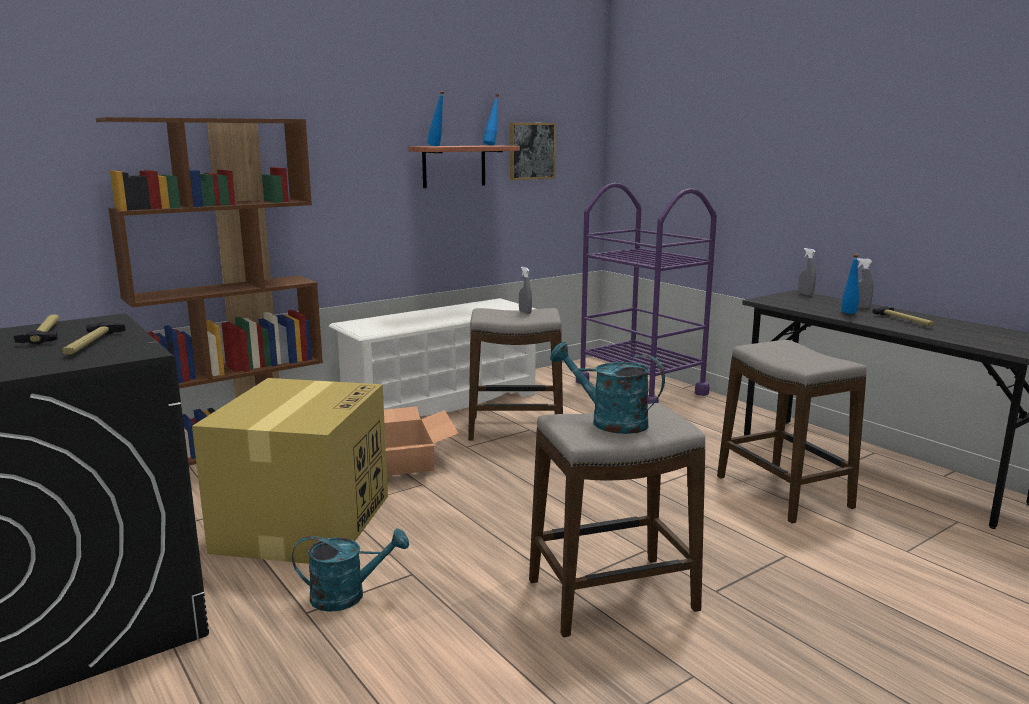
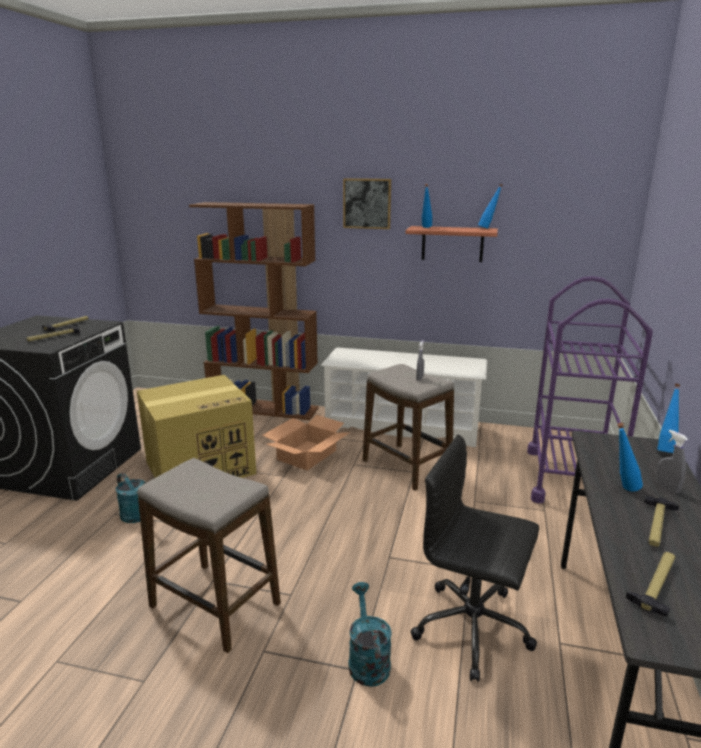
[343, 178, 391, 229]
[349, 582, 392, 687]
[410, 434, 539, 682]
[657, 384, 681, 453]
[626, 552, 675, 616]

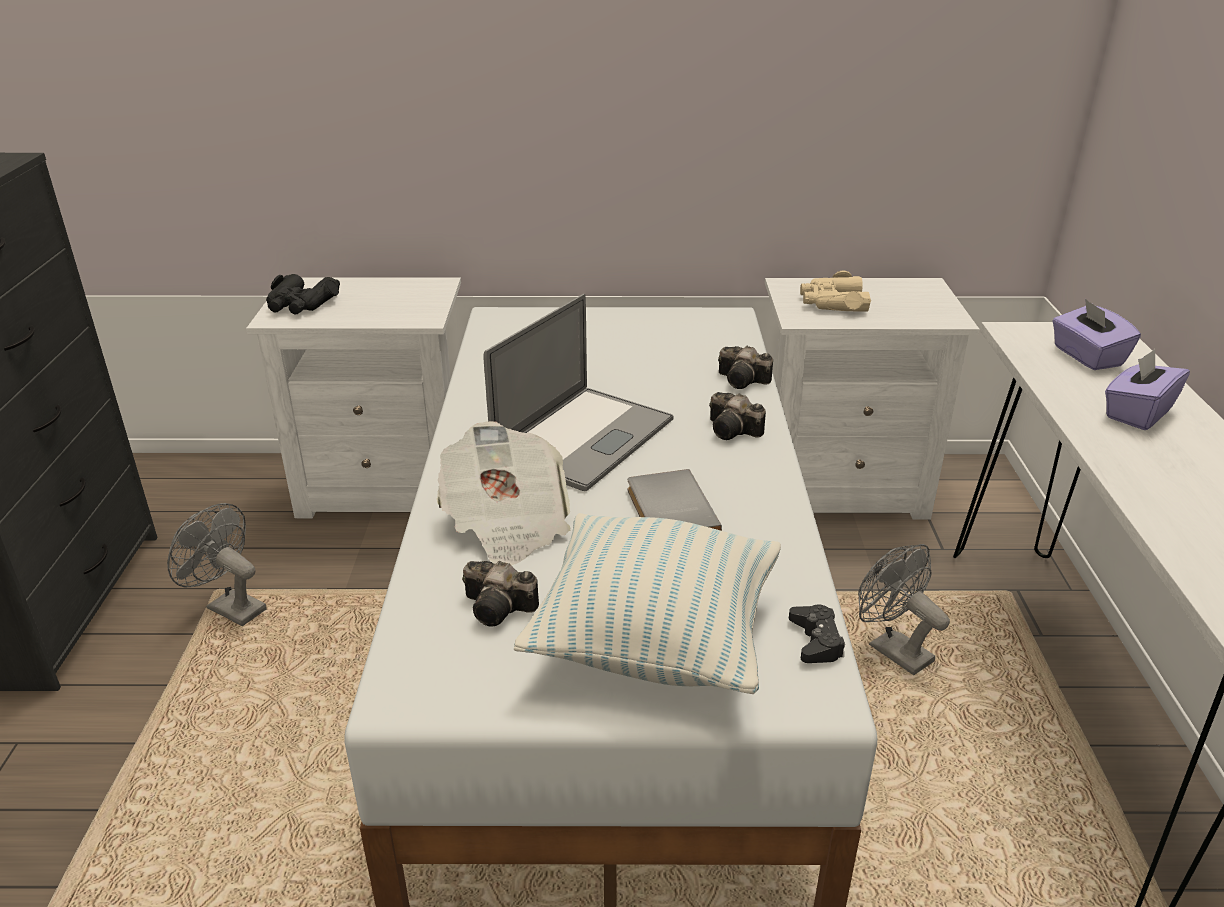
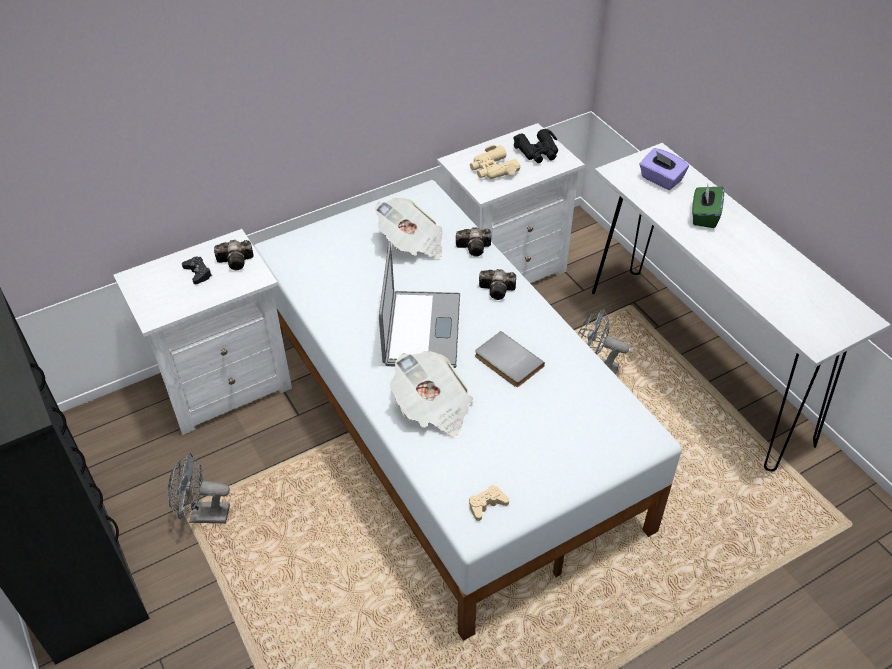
[513, 129, 558, 163]
[214, 240, 254, 270]
[514, 513, 781, 694] (first image)
[182, 257, 212, 284]
[692, 184, 724, 228]
[375, 198, 442, 258]
[469, 485, 509, 521]

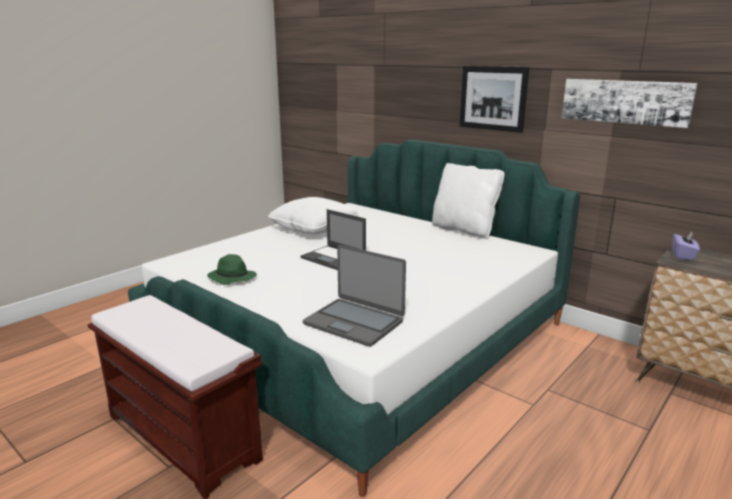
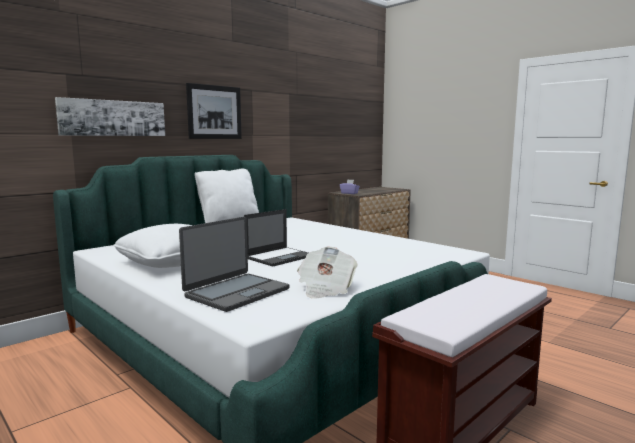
[297, 247, 358, 298]
[179, 217, 289, 312]
[55, 97, 165, 136]

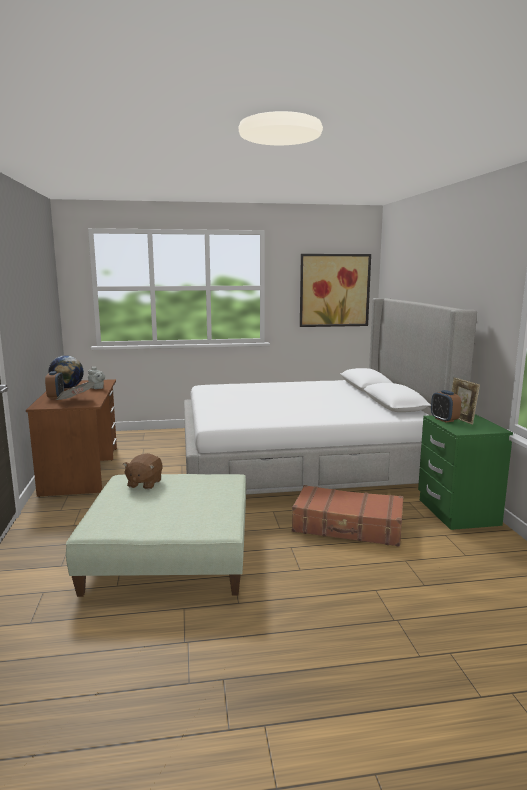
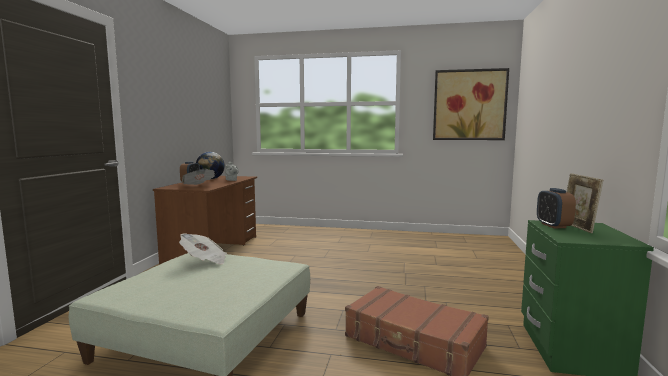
[179, 233, 227, 264]
[184, 298, 477, 495] (first image)

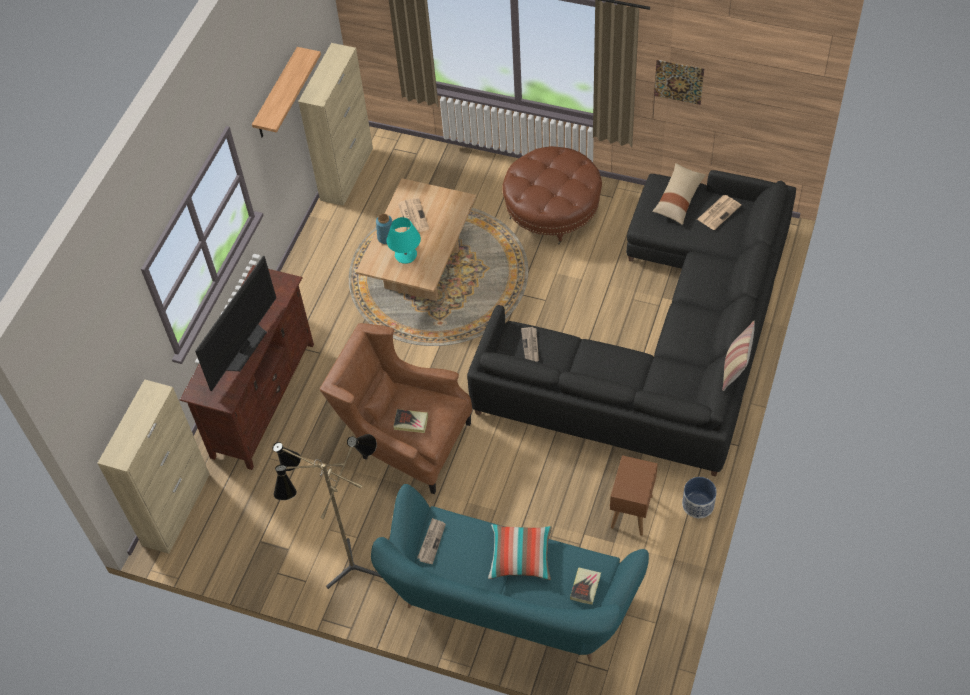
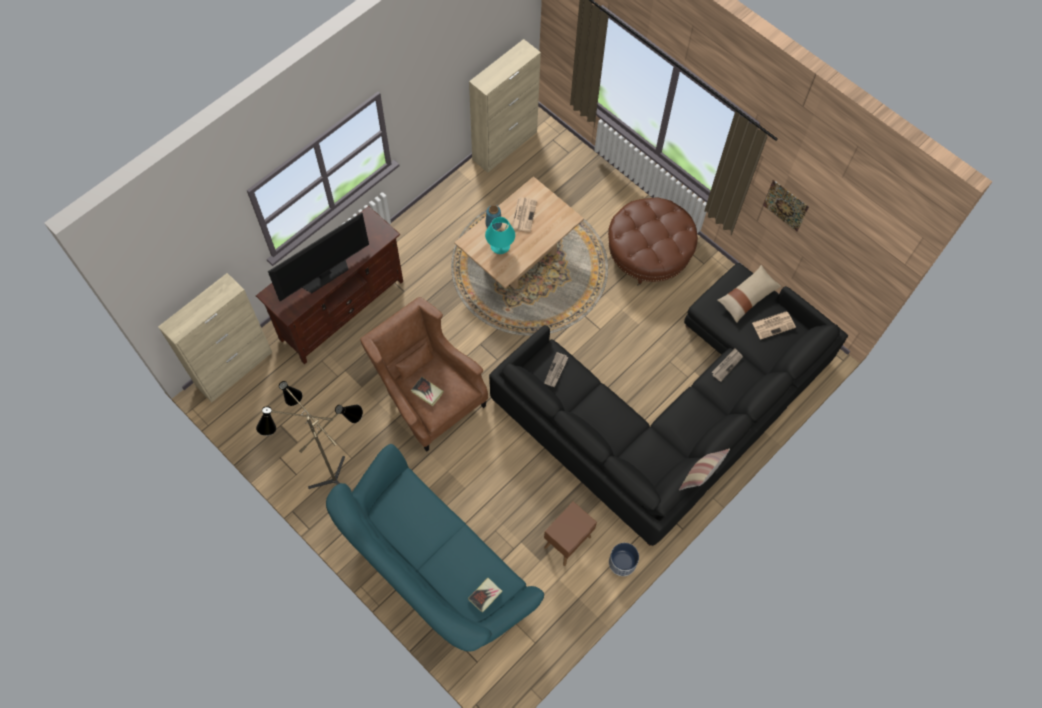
[252, 47, 321, 137] (first image)
[712, 348, 743, 382]
[488, 524, 552, 580] (first image)

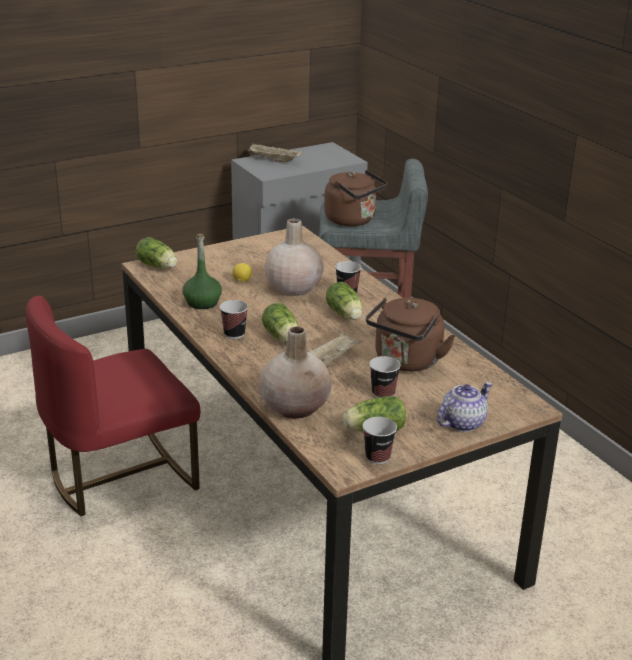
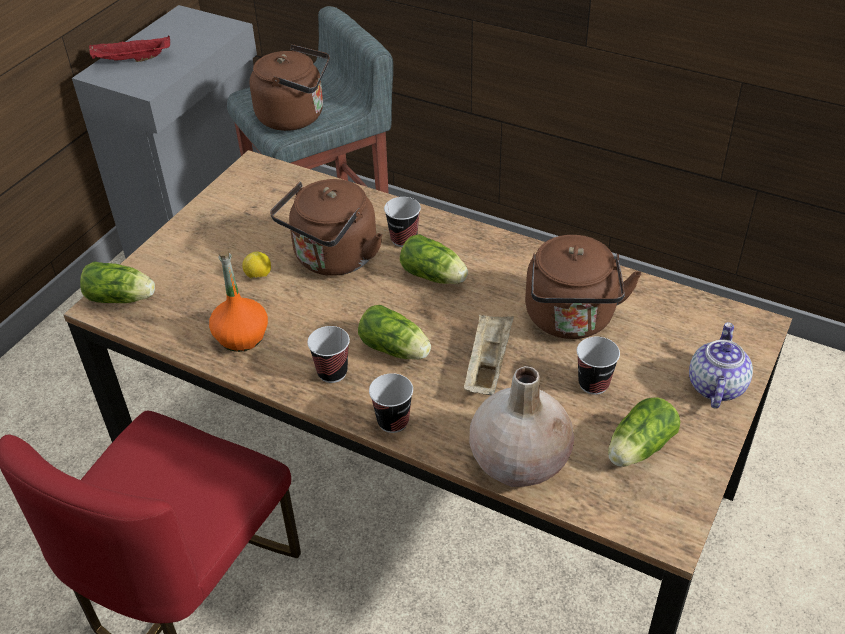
[209, 250, 268, 352]
[89, 36, 170, 62]
[270, 179, 382, 276]
[369, 373, 413, 433]

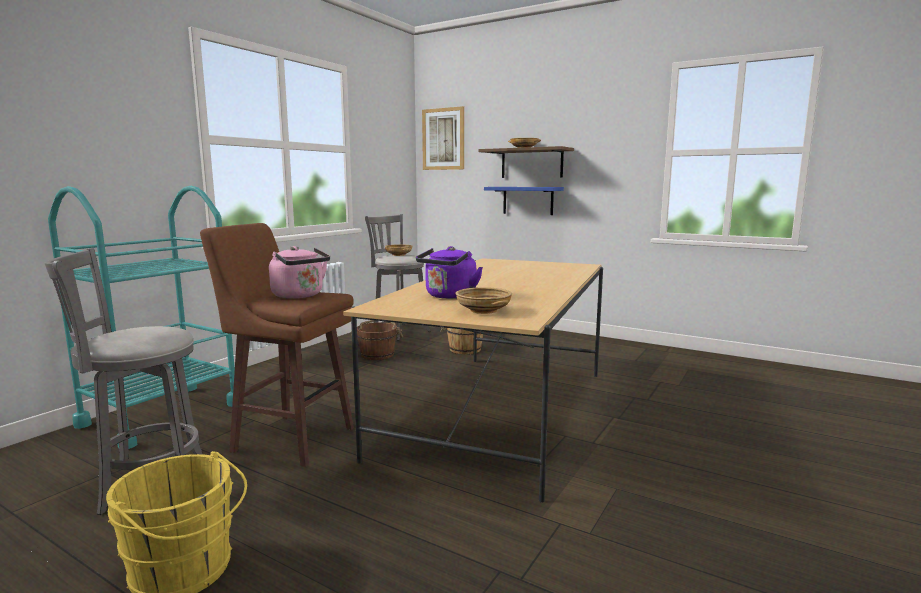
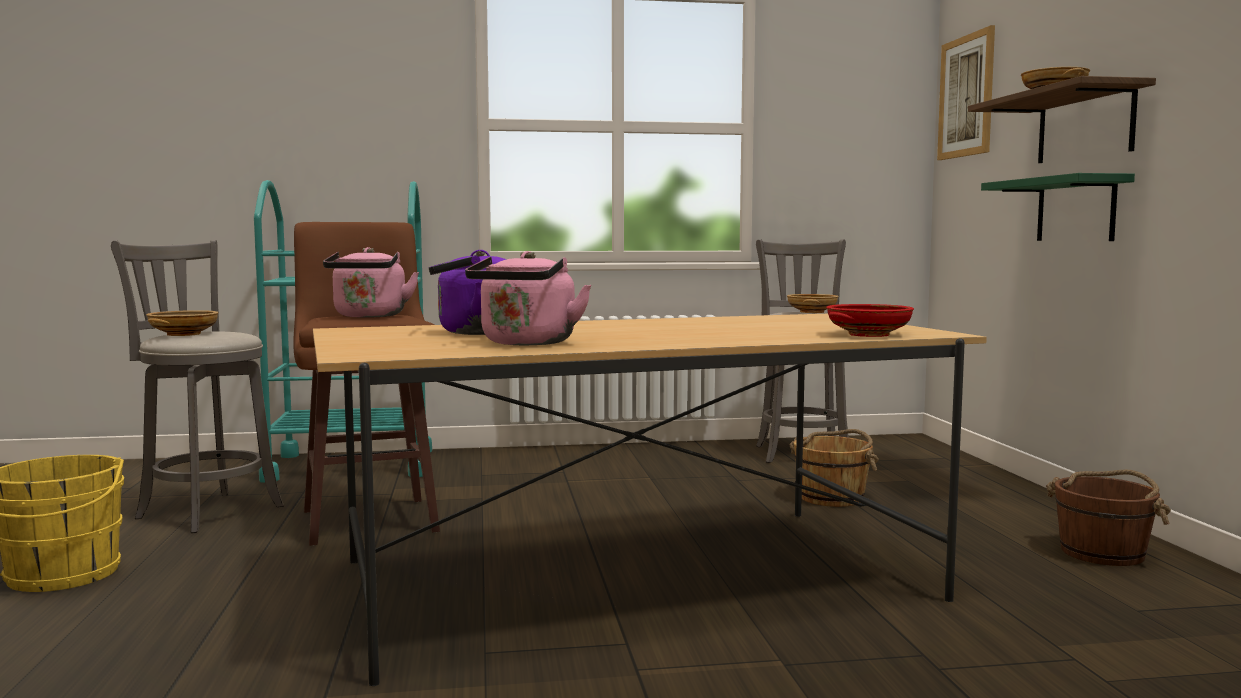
[1046, 469, 1171, 566]
[146, 310, 219, 336]
[981, 173, 1135, 241]
[465, 251, 592, 345]
[826, 304, 914, 337]

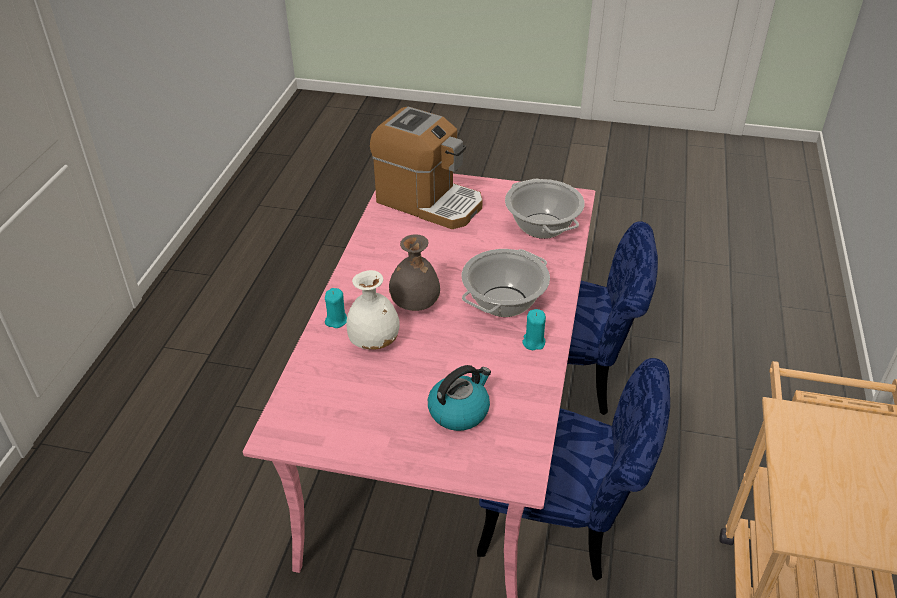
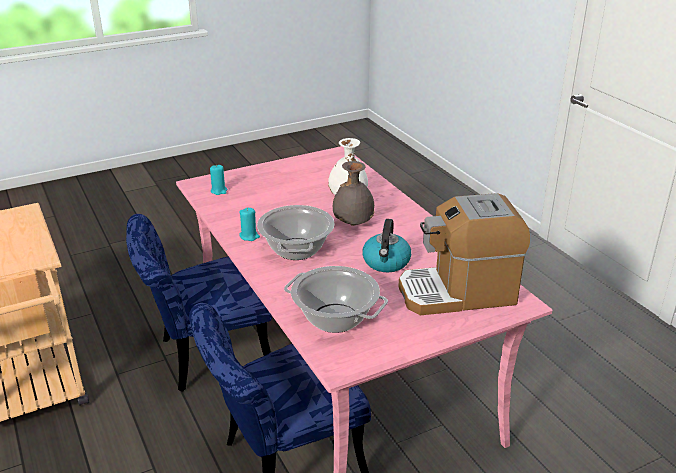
[210, 164, 227, 195]
[362, 219, 411, 272]

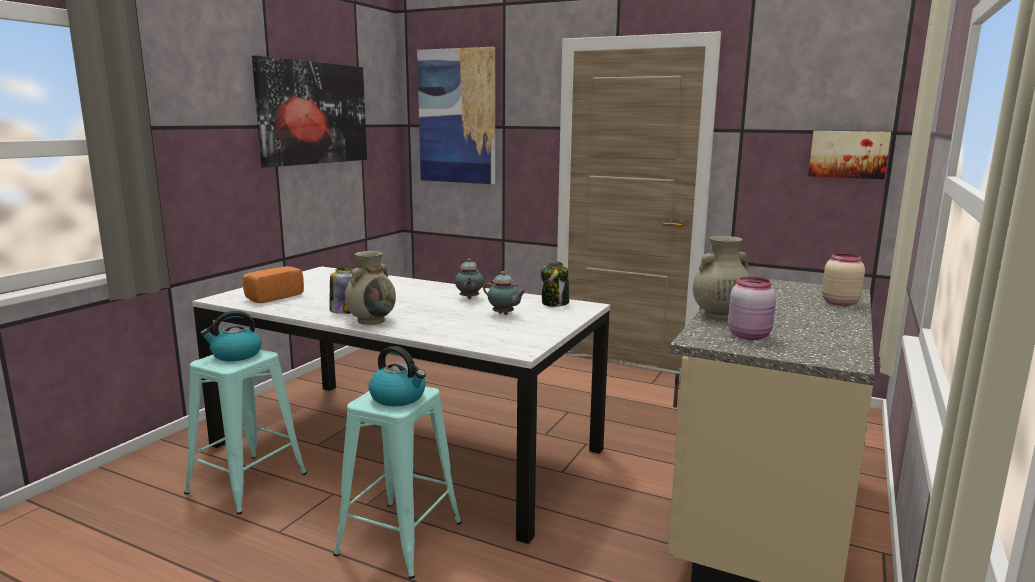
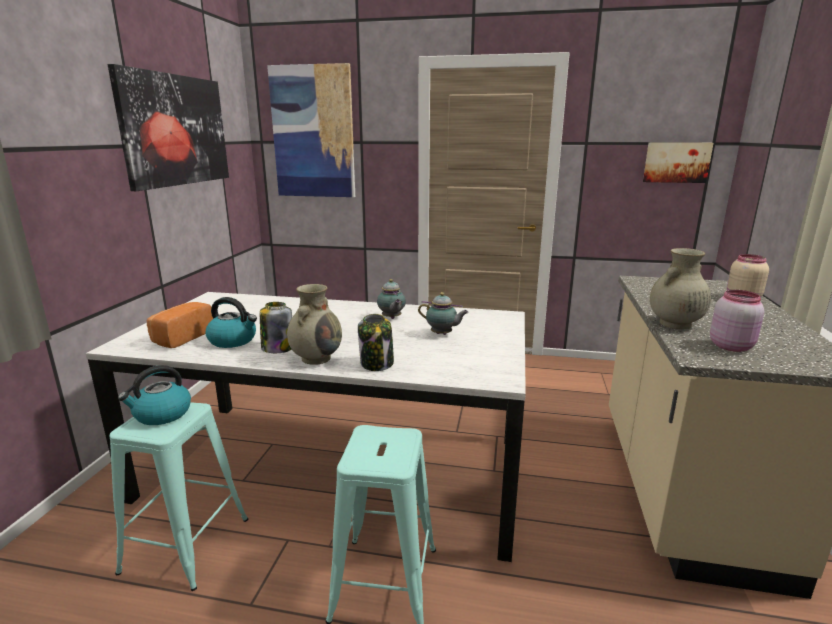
[205, 297, 257, 348]
[358, 314, 394, 371]

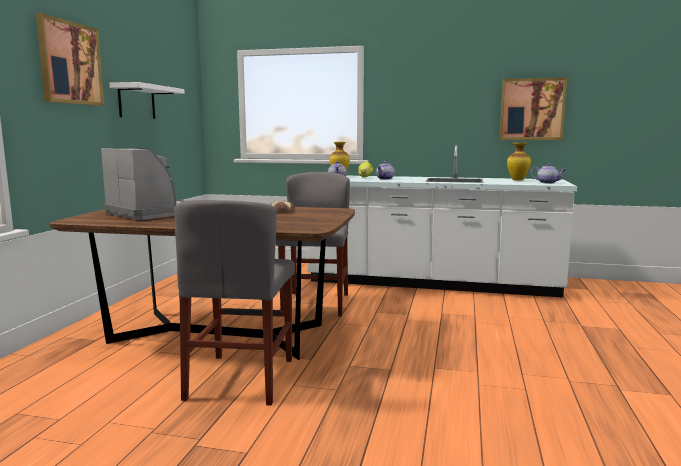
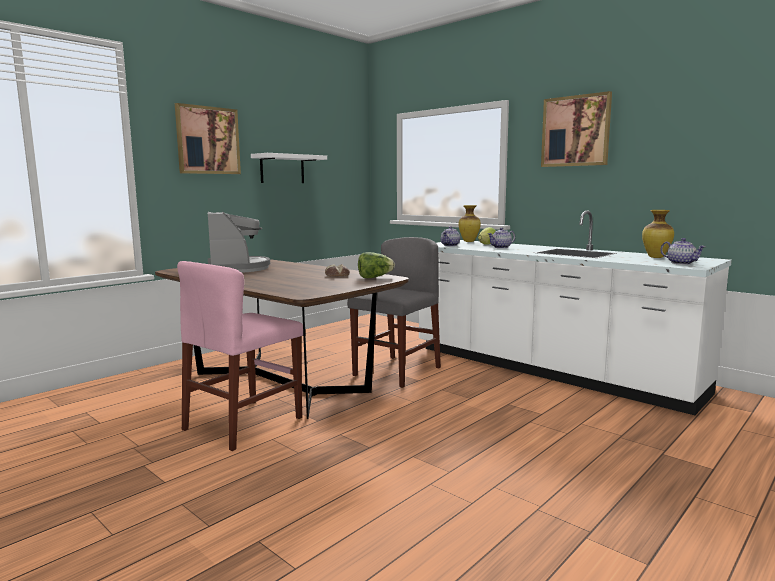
[177, 261, 303, 451]
[541, 91, 612, 167]
[358, 252, 395, 278]

